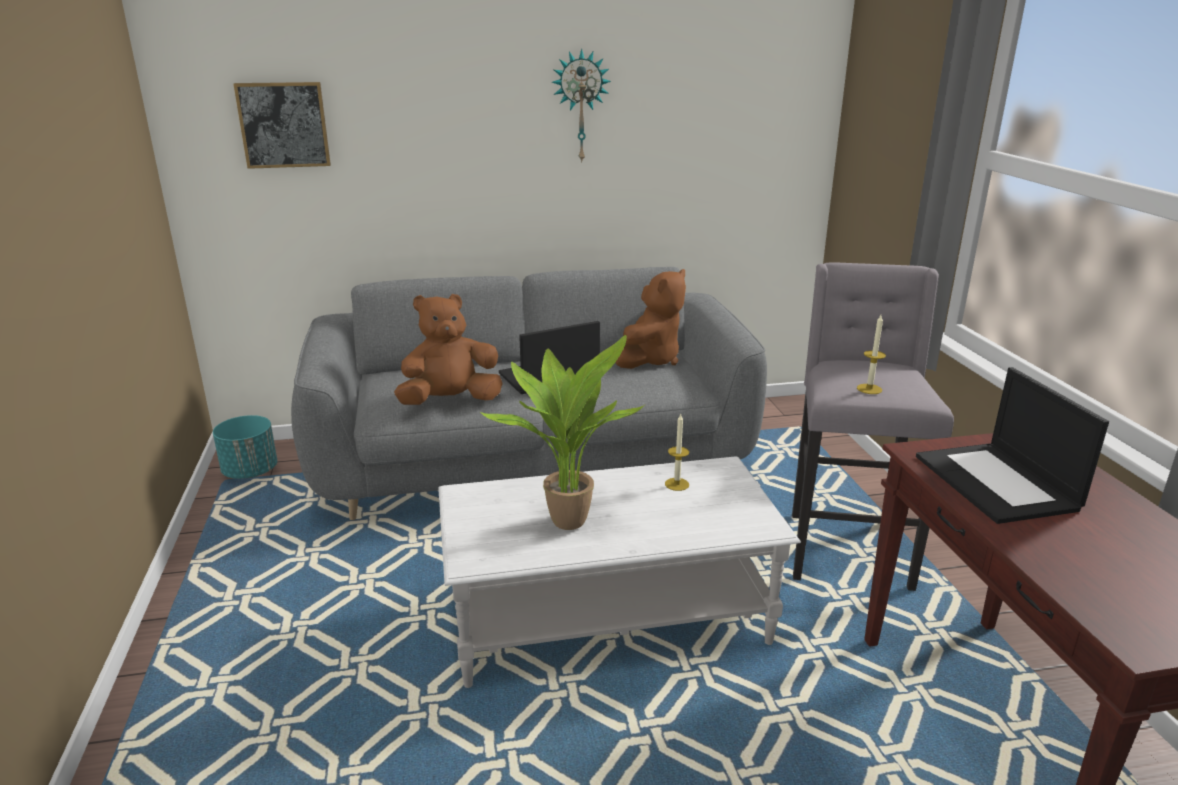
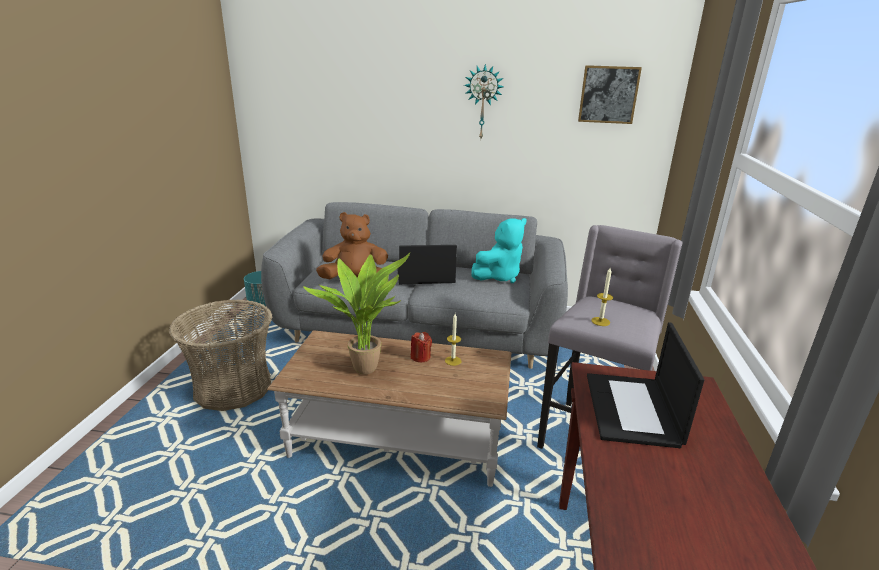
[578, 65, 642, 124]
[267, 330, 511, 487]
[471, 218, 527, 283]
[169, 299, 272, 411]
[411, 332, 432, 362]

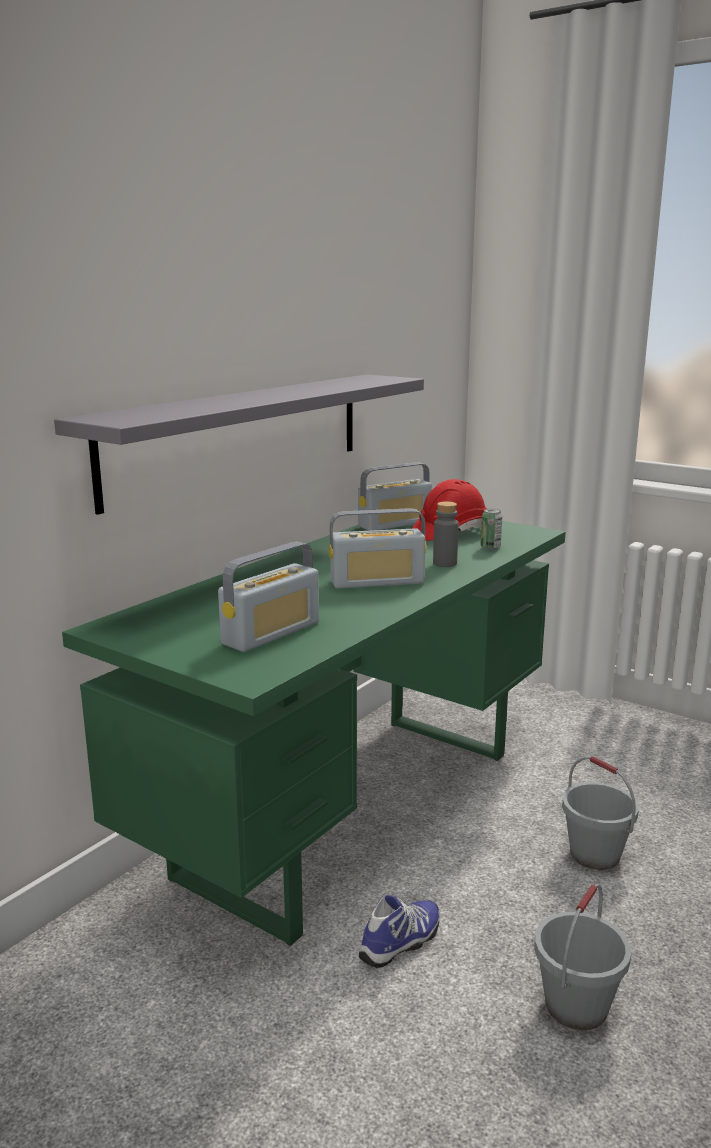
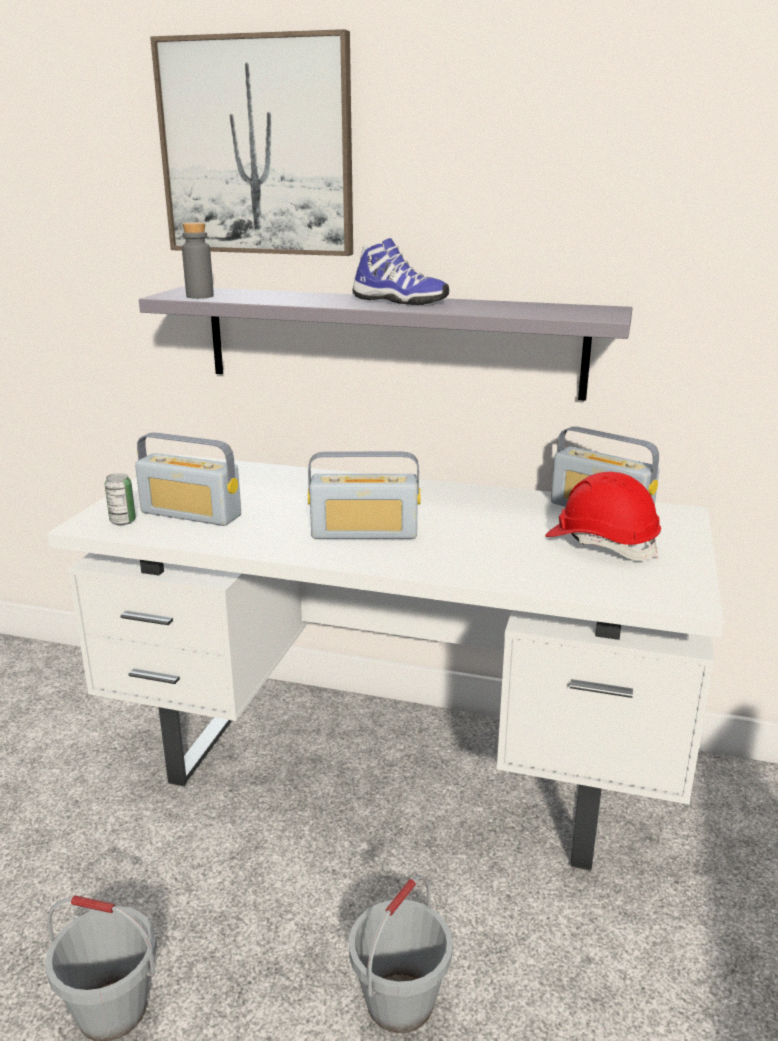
[47, 454, 724, 871]
[308, 451, 421, 539]
[352, 238, 449, 305]
[182, 222, 214, 299]
[105, 473, 136, 525]
[150, 29, 353, 256]

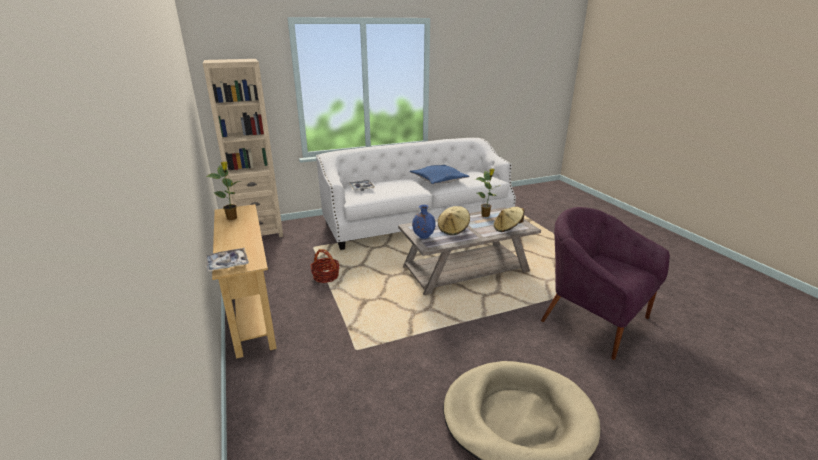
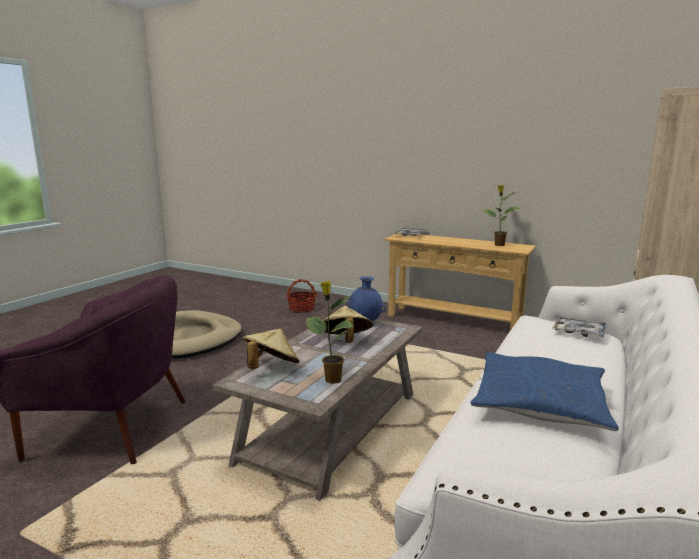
[286, 279, 317, 313]

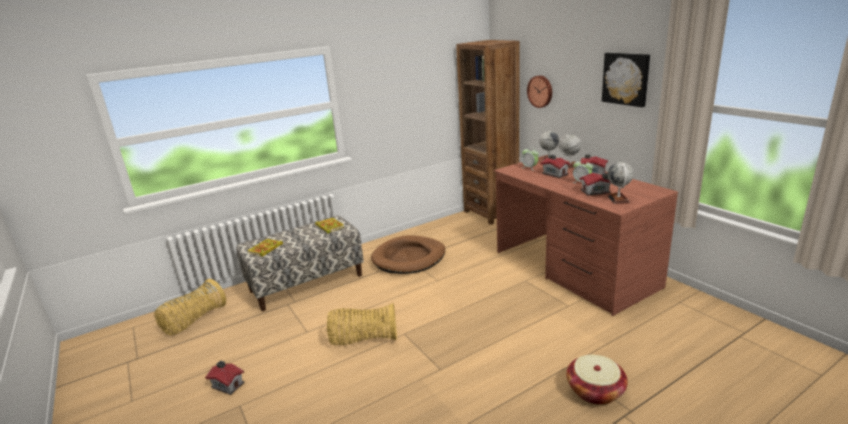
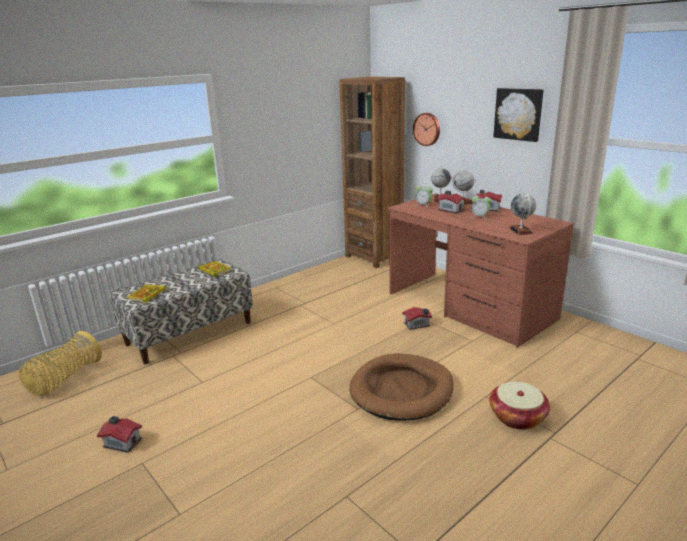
[327, 303, 397, 345] (first image)
[349, 353, 454, 421]
[402, 307, 432, 330]

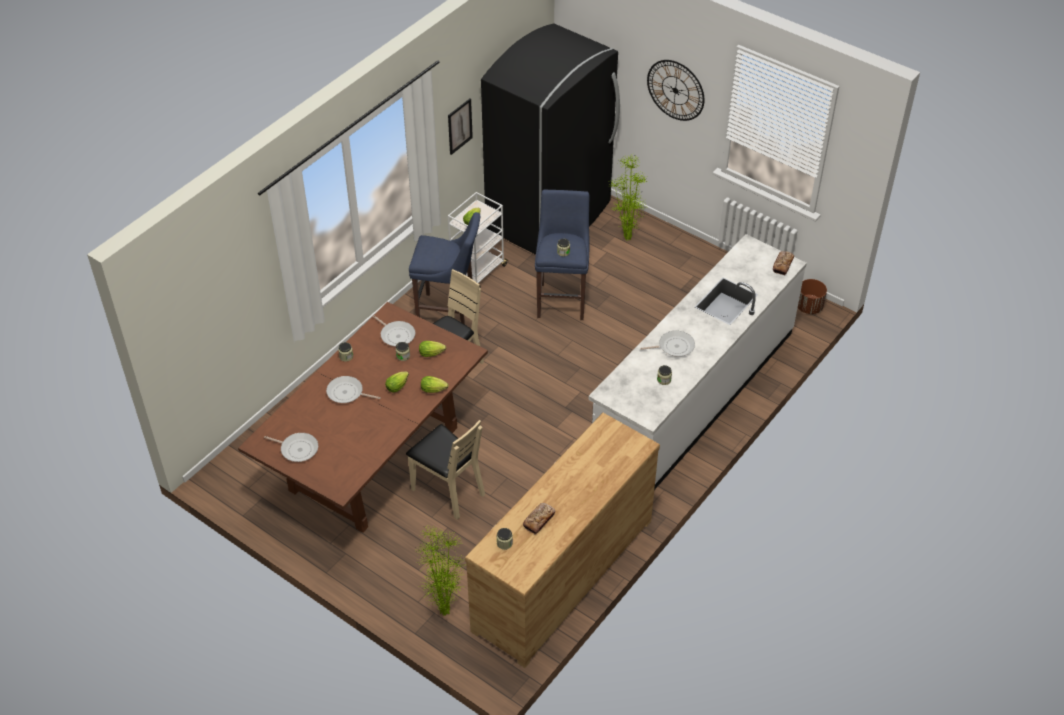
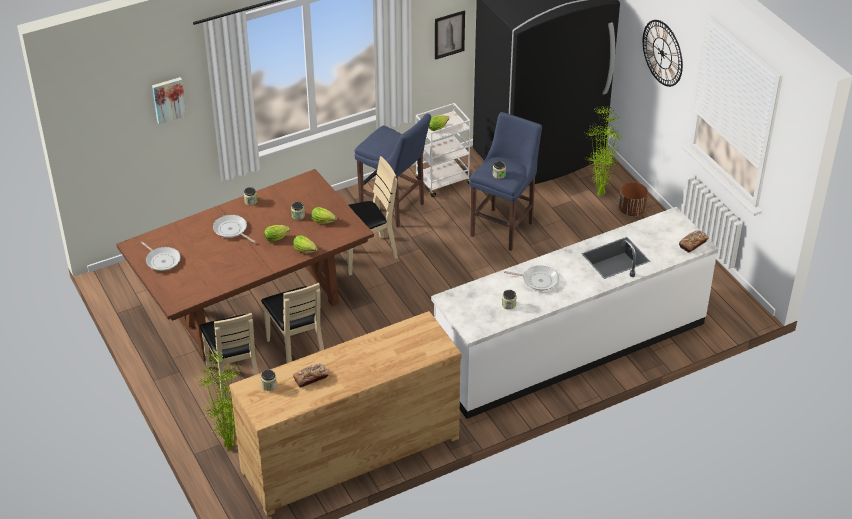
[373, 316, 415, 347] (first image)
[619, 182, 648, 216]
[152, 77, 187, 124]
[200, 313, 259, 405]

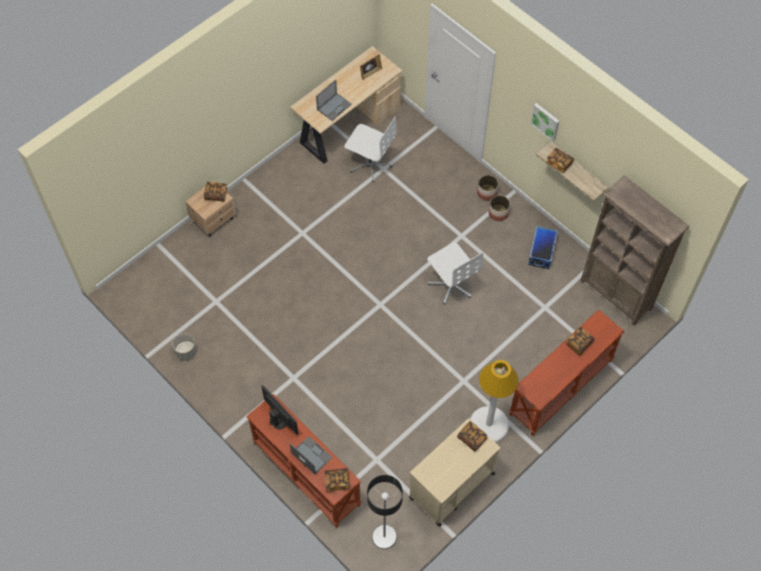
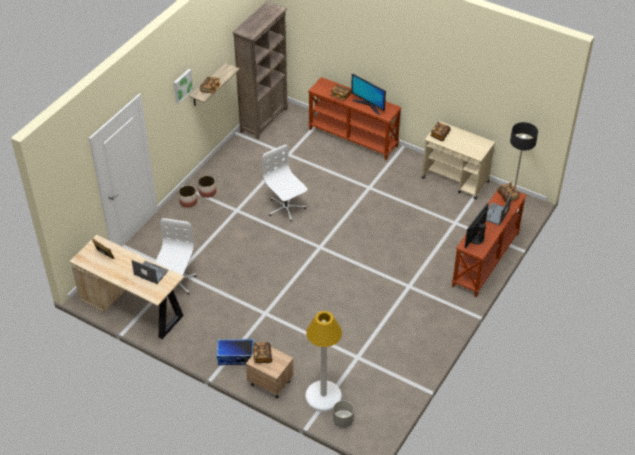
[333, 400, 354, 428]
[262, 144, 307, 221]
[305, 311, 342, 412]
[217, 339, 254, 365]
[351, 74, 386, 115]

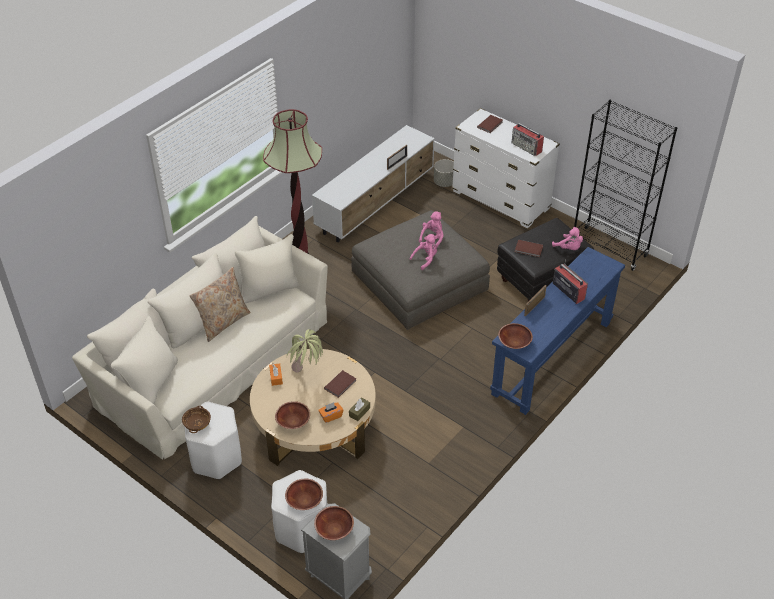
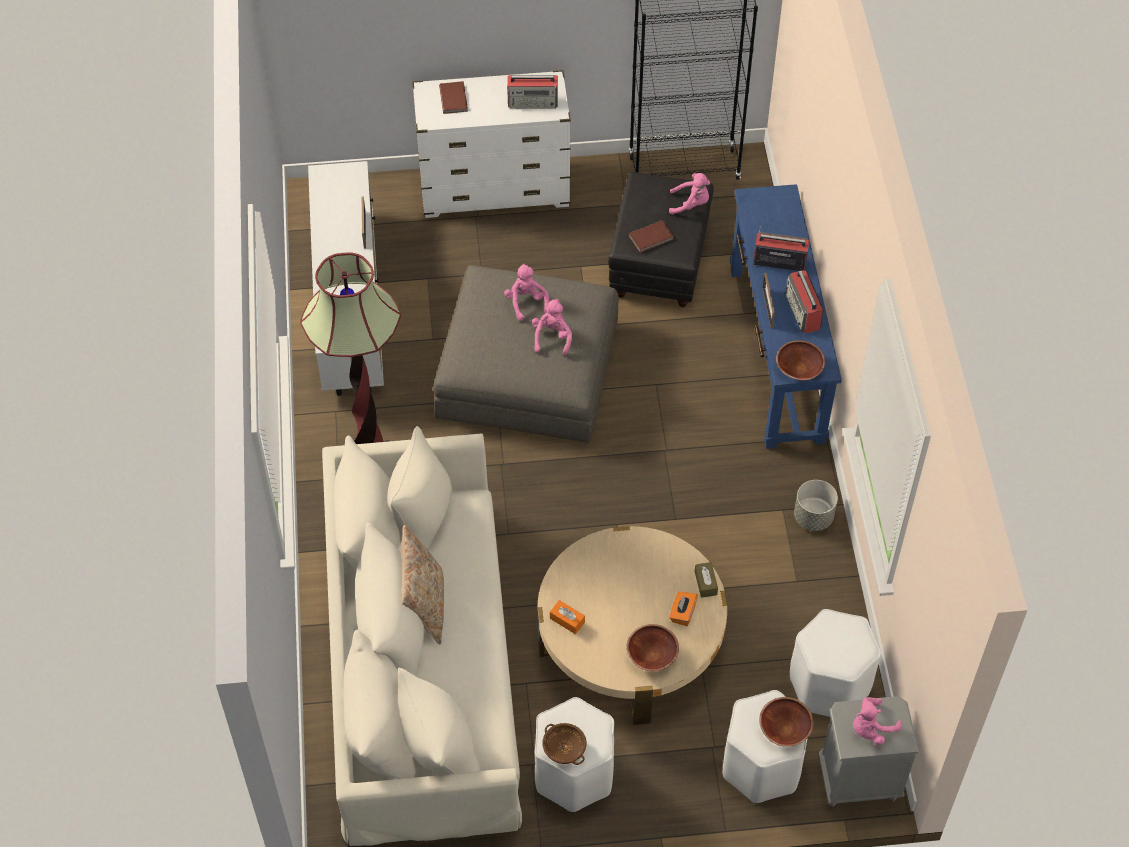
[287, 329, 323, 372] (first image)
[853, 697, 902, 745]
[324, 370, 356, 398] (first image)
[794, 480, 838, 531]
[784, 270, 824, 333]
[790, 609, 881, 717]

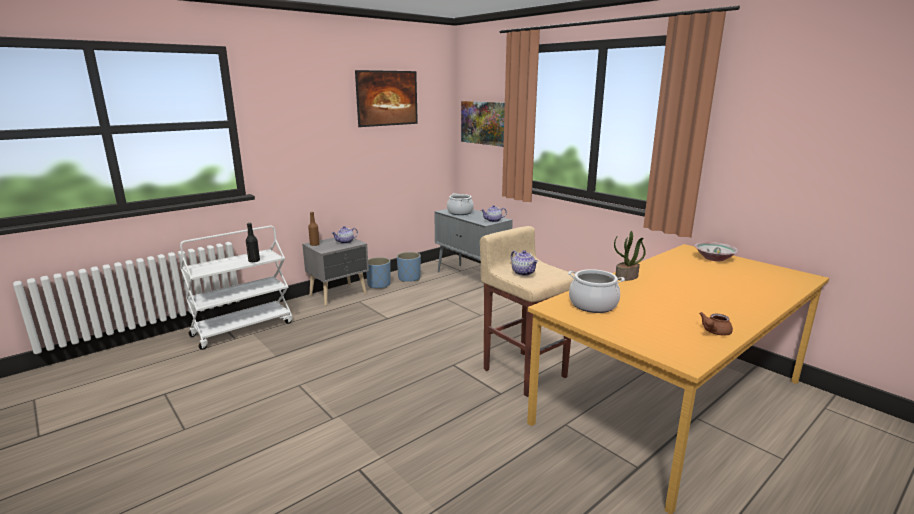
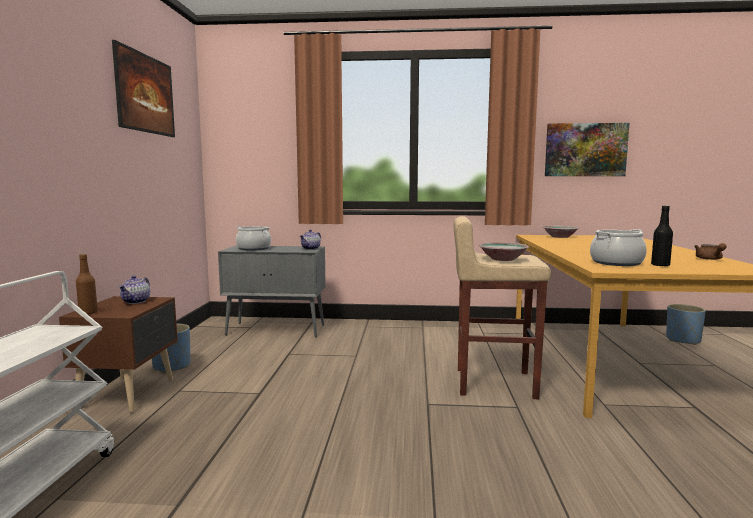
[651, 206, 673, 267]
[59, 296, 178, 413]
[666, 304, 706, 345]
[545, 123, 629, 176]
[479, 242, 529, 261]
[614, 231, 646, 281] (first image)

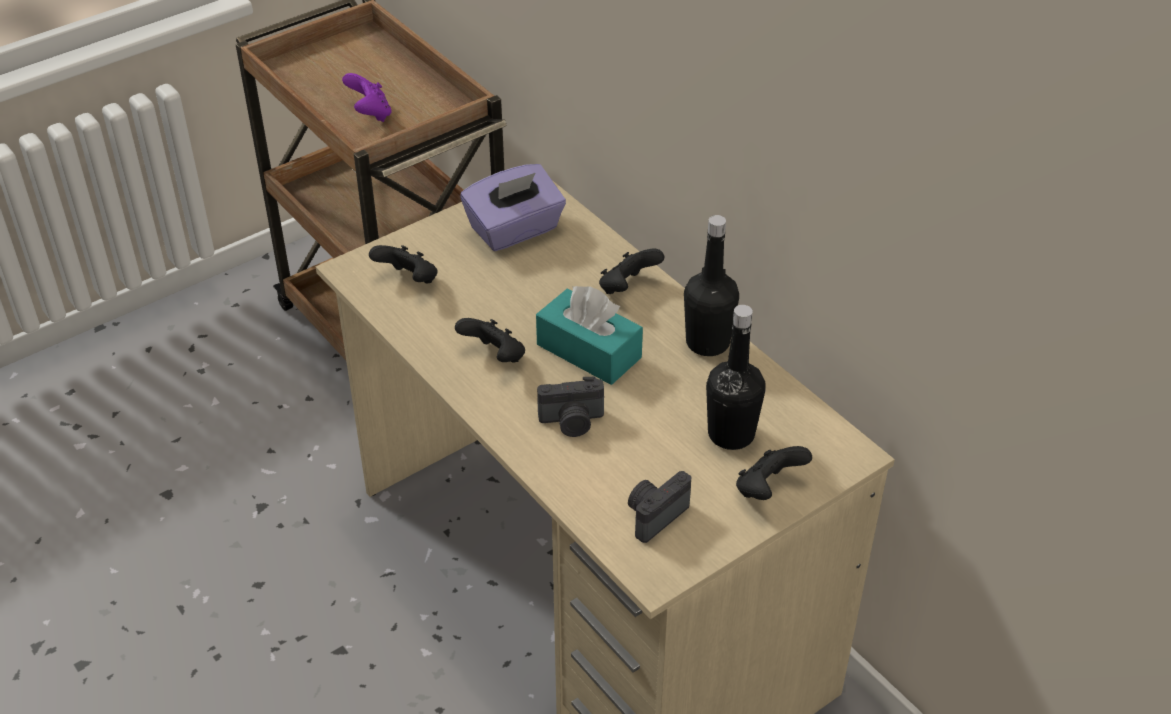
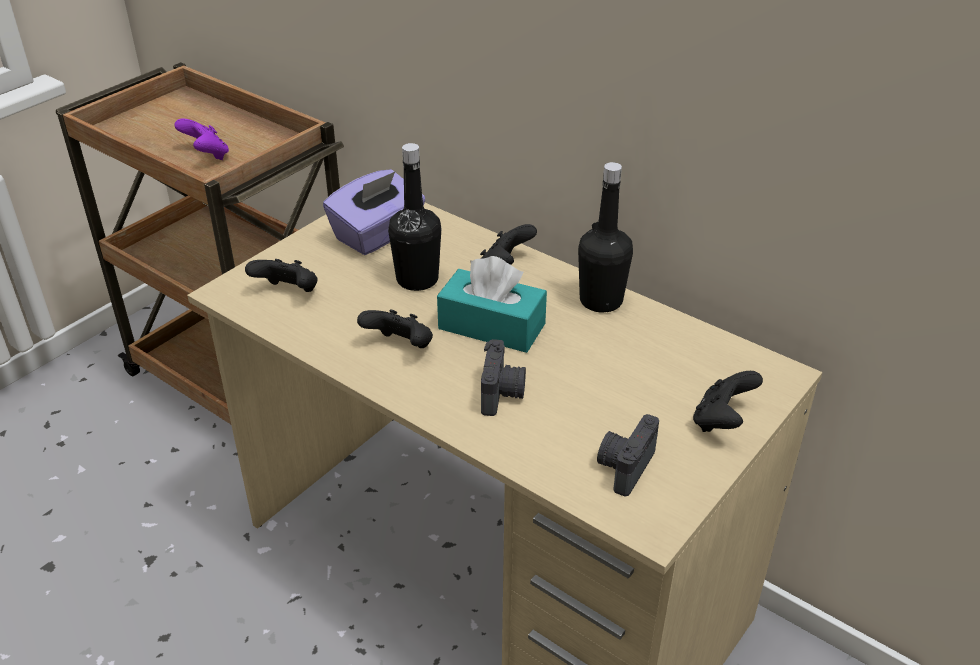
[481, 339, 526, 416]
[388, 143, 442, 291]

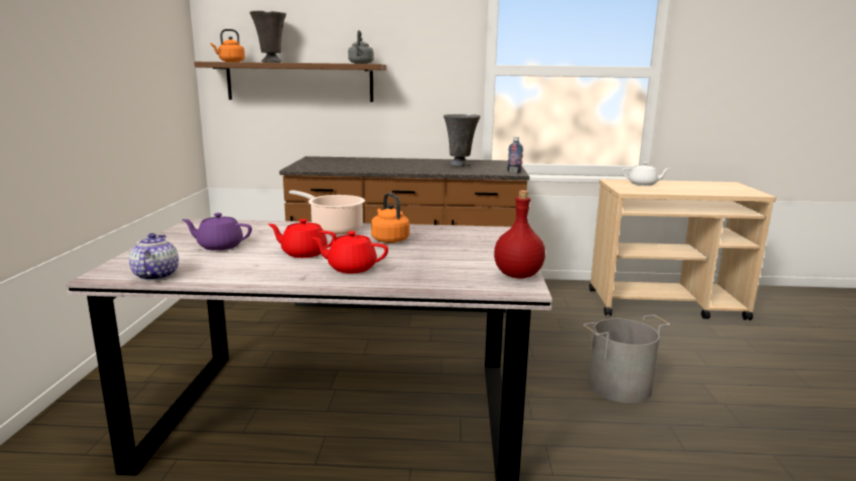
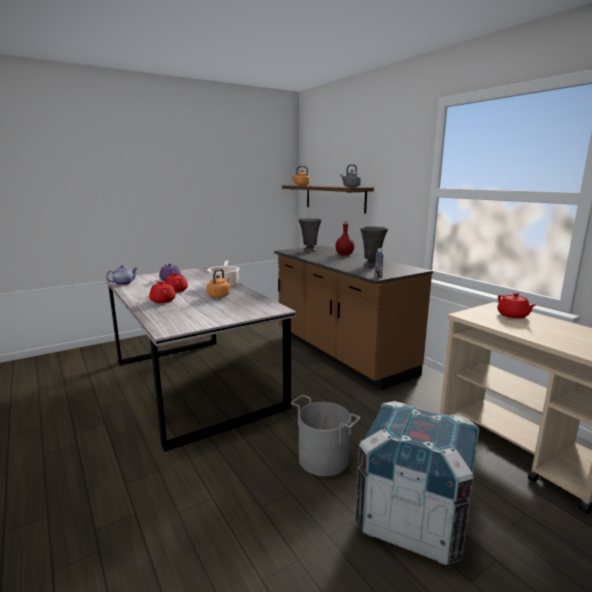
[298, 218, 322, 252]
[335, 221, 355, 255]
[497, 293, 536, 319]
[355, 401, 479, 565]

